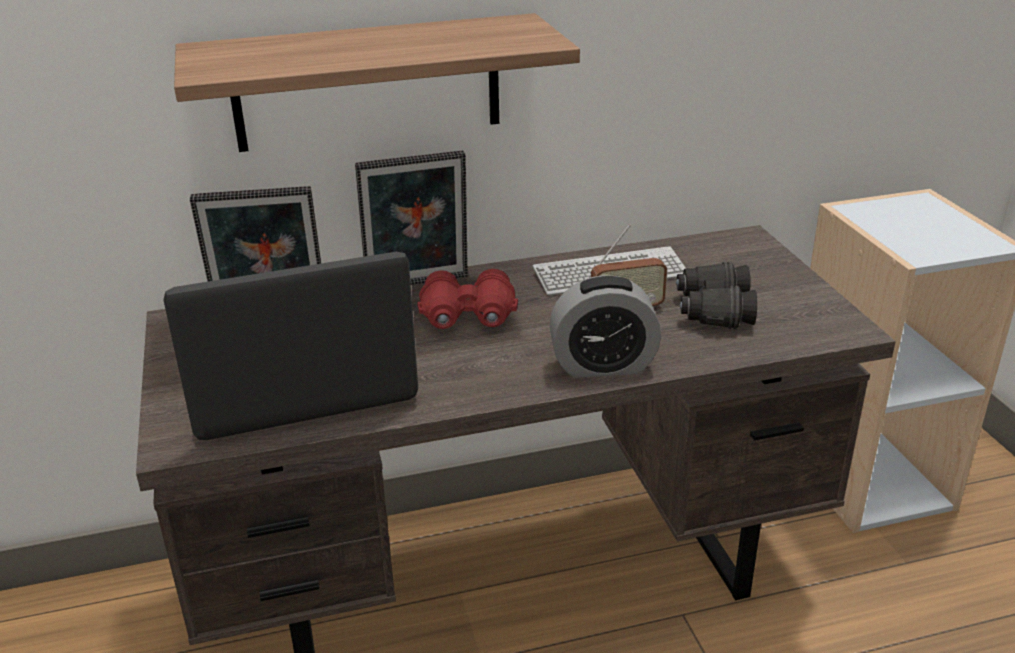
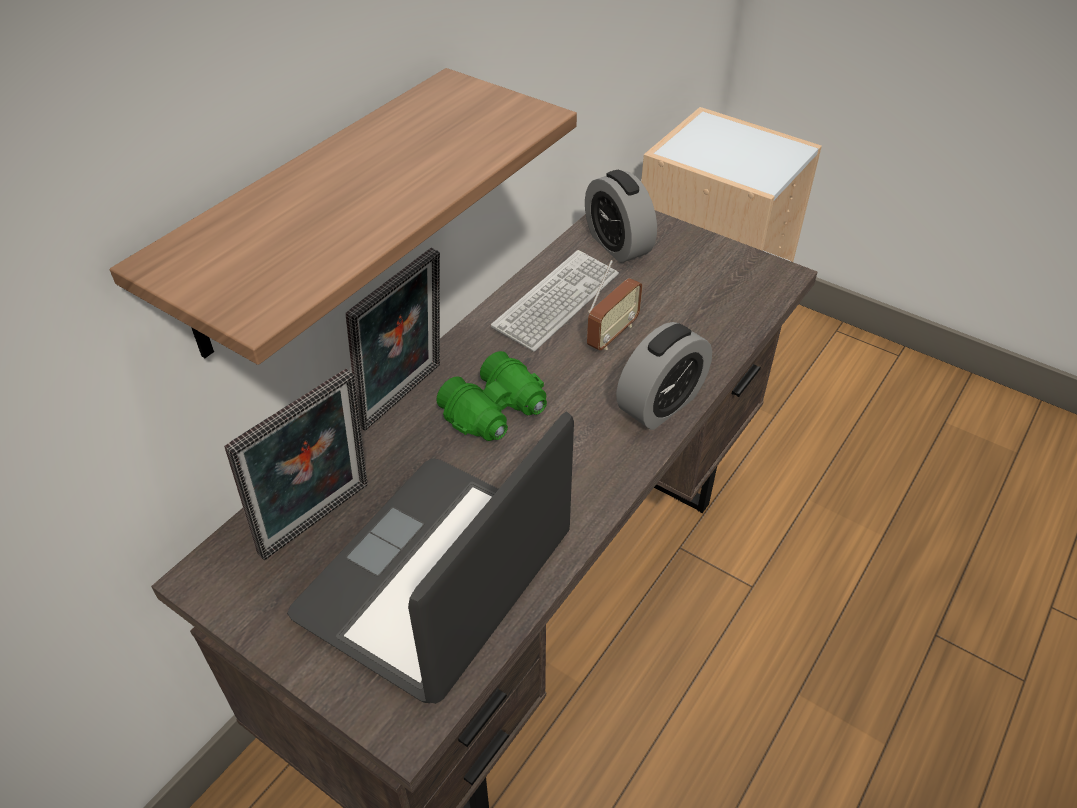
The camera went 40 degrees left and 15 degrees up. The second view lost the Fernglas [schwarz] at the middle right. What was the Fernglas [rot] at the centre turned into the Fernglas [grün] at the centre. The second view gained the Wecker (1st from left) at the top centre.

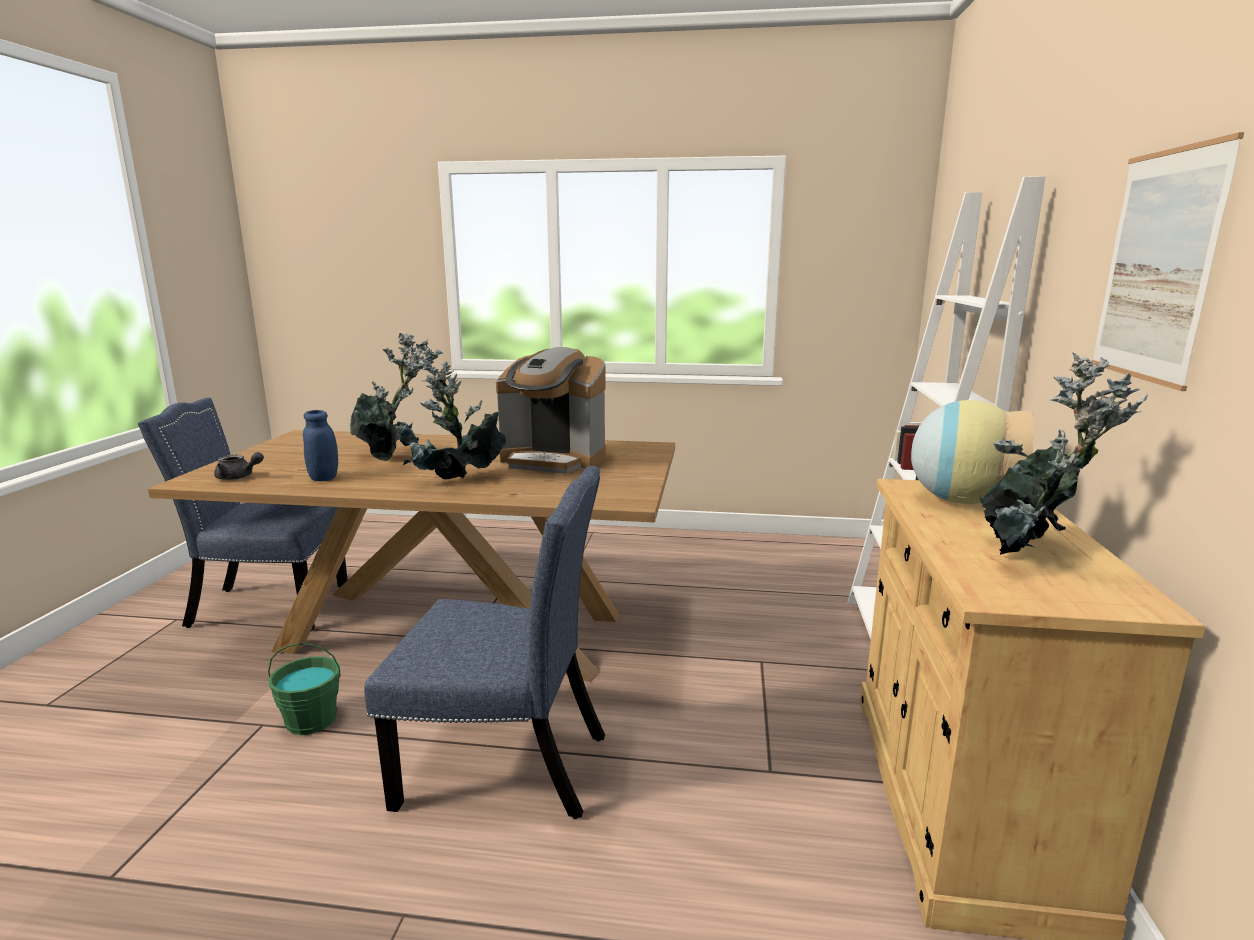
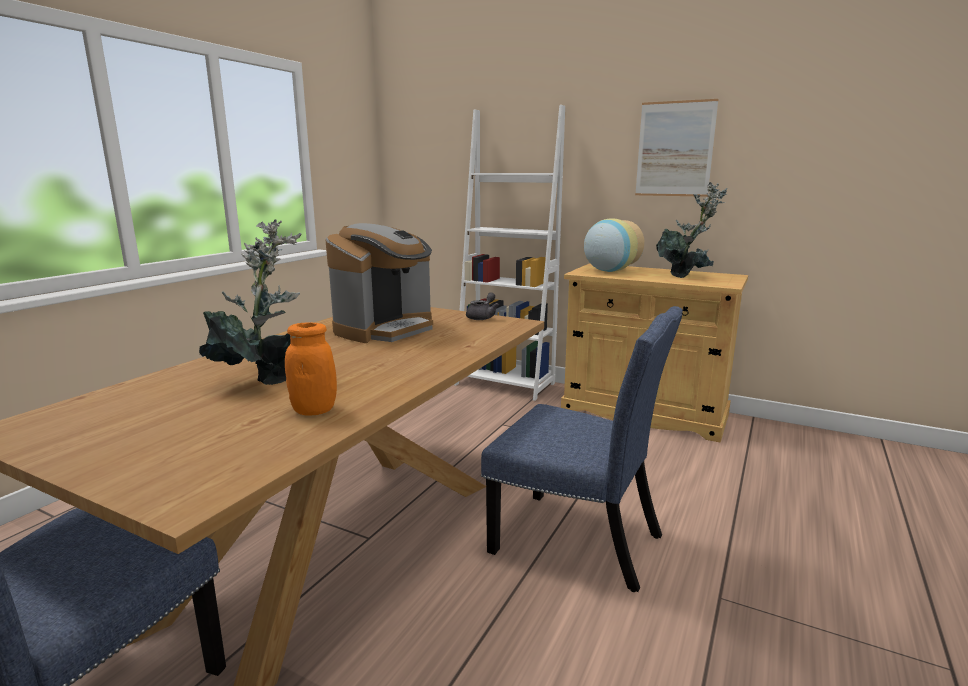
The camera went 70 degrees left and 0 degrees up. The second view lost the Topfpflanze (2nd from left) at the centre. What was the Vorratsglas [blau] at the middle left turned into the Vorratsglas [orange] at the middle left. The Teekanne [grau] ended up elsewhere, having gone from the middle left to the centre. The Stuhl [blau] (2nd from left) at the bottom centre ended up facing another way, 90 degrees clockwise from before. The second view lost the Eimer [grün] at the bottom left.

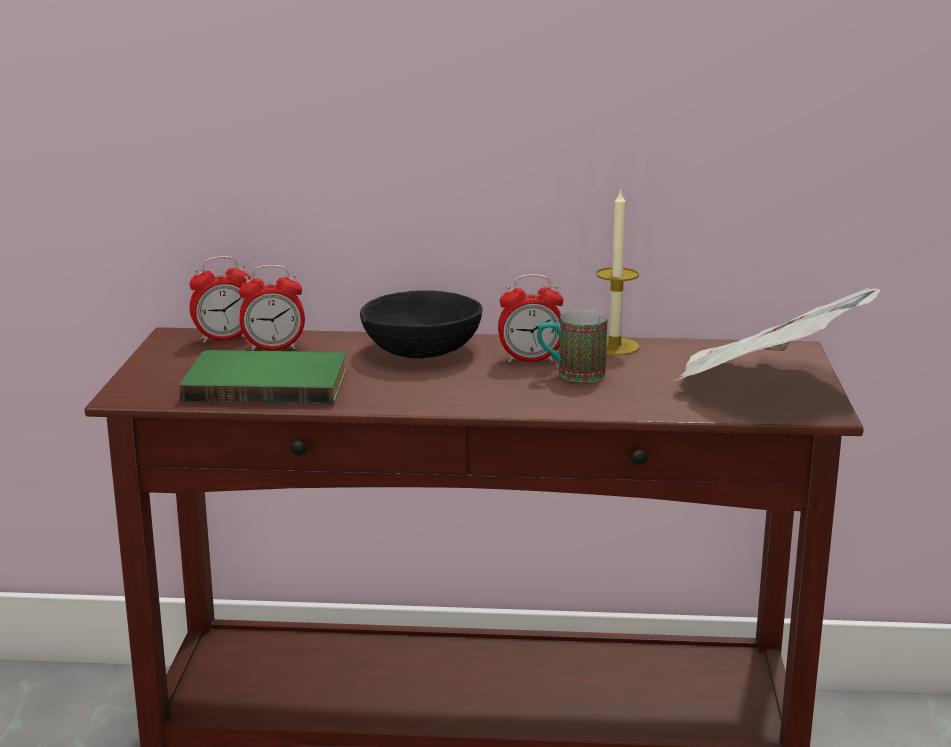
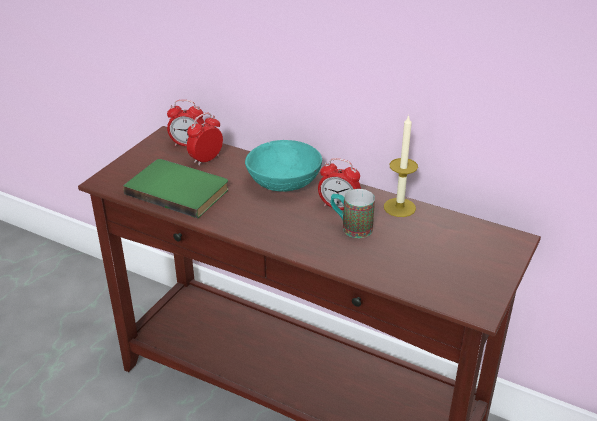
The camera went 25 degrees right and 15 degrees up. The Wecker (2nd from left) at the middle left ended up facing another way, 120 degrees clockwise from before. The second view lost the Zeitung at the middle right. What was the Schüssel [schwarz] at the centre turned into the Schüssel [türkis] at the centre.

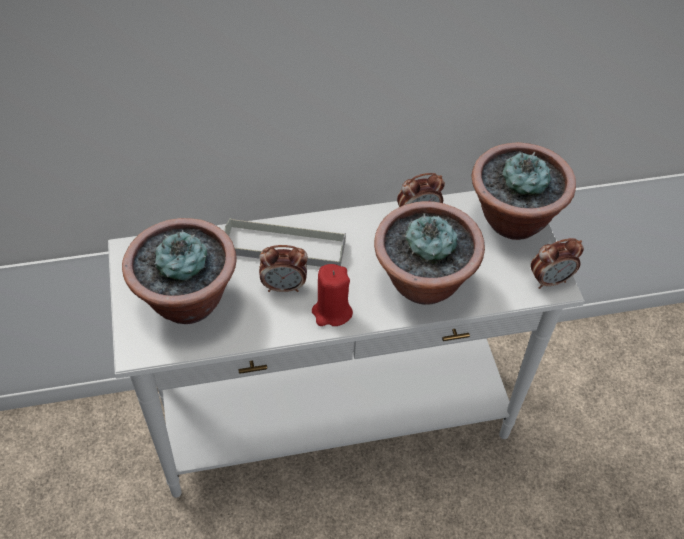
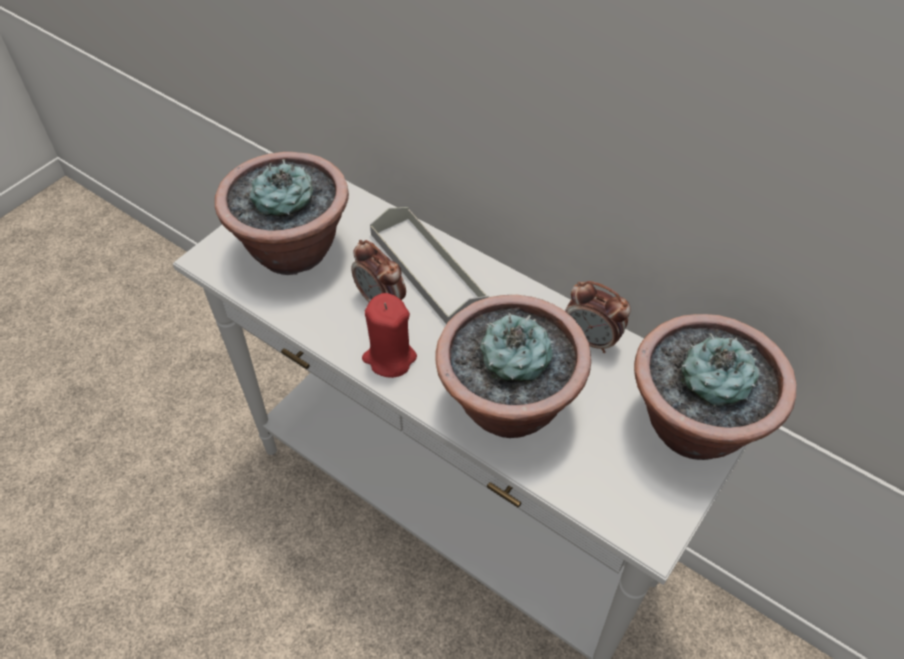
The camera went 50 degrees right and 0 degrees up. The second view lost the Wecker (3rd from left) at the middle right.

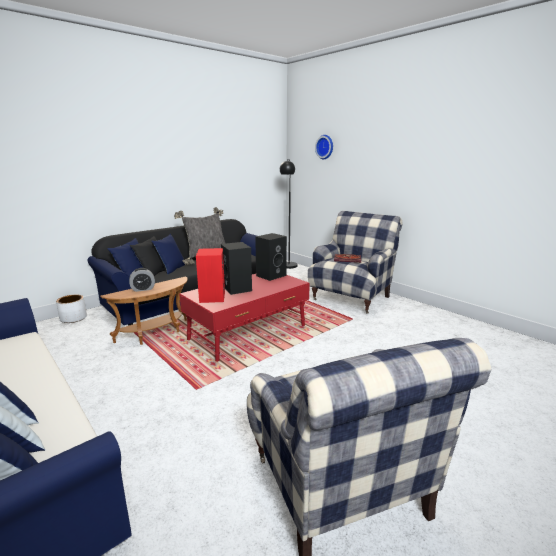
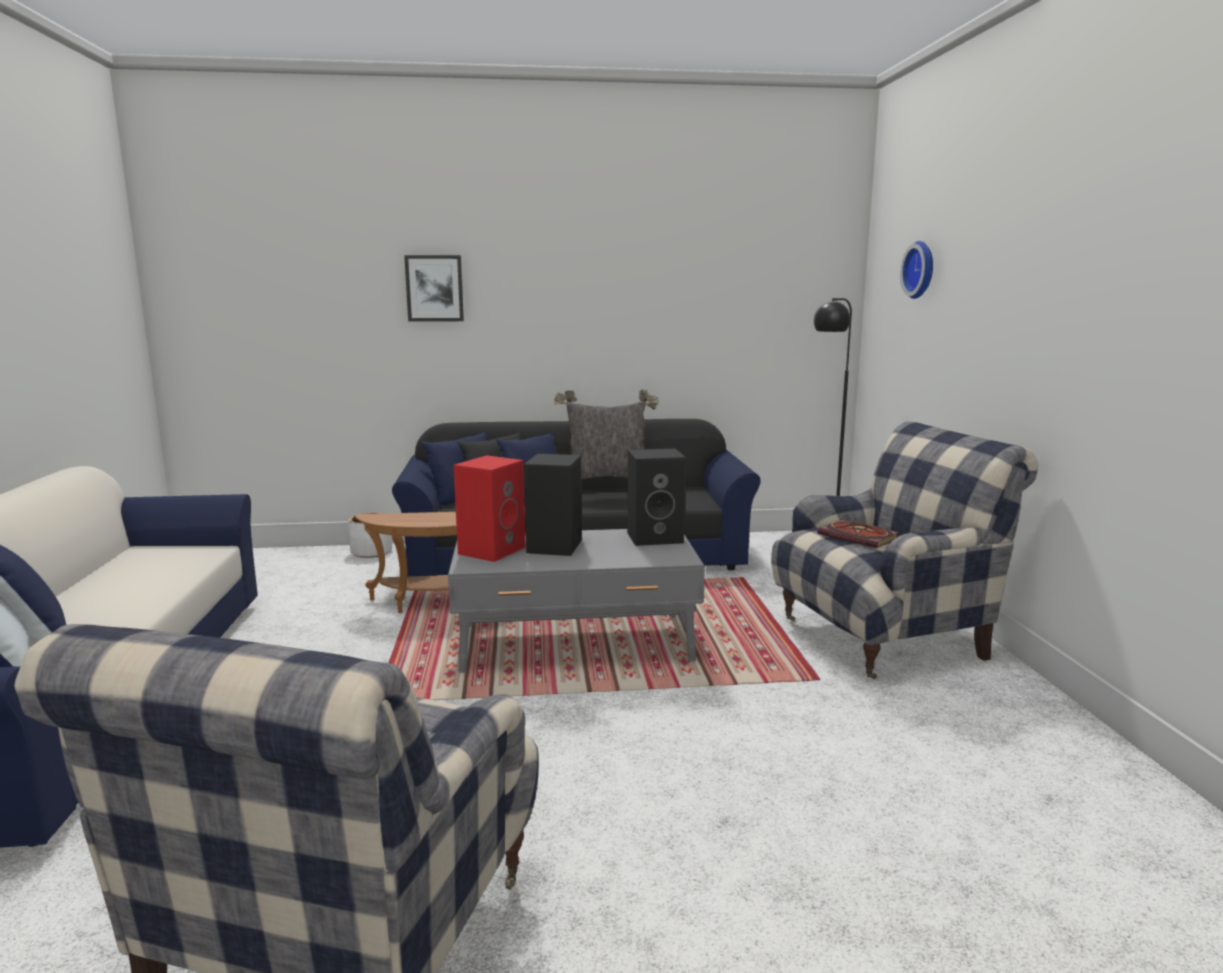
The camera went 35 degrees right and 5 degrees down. The second view lost the Wecker at the middle left. What was the Couchtisch [rot] at the centre turned into the Couchtisch [grau] at the centre. The second view gained the Bild at the top centre.

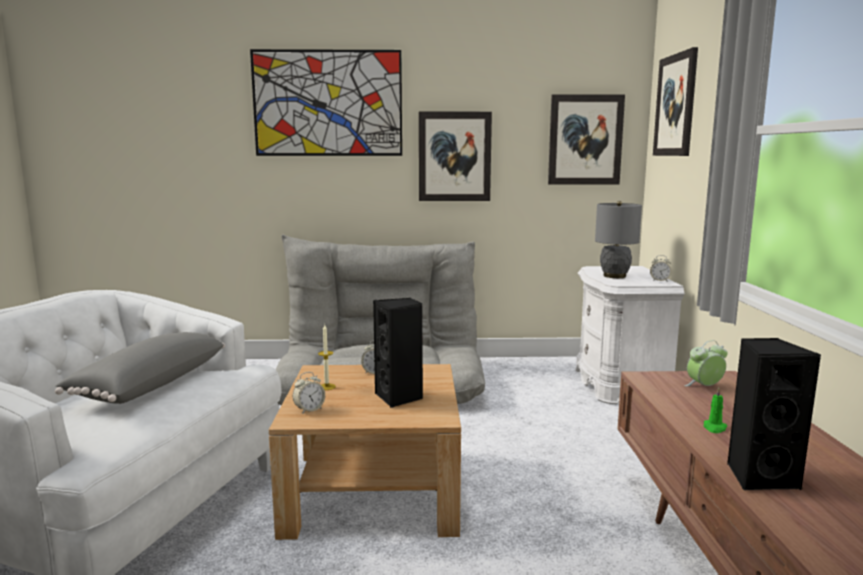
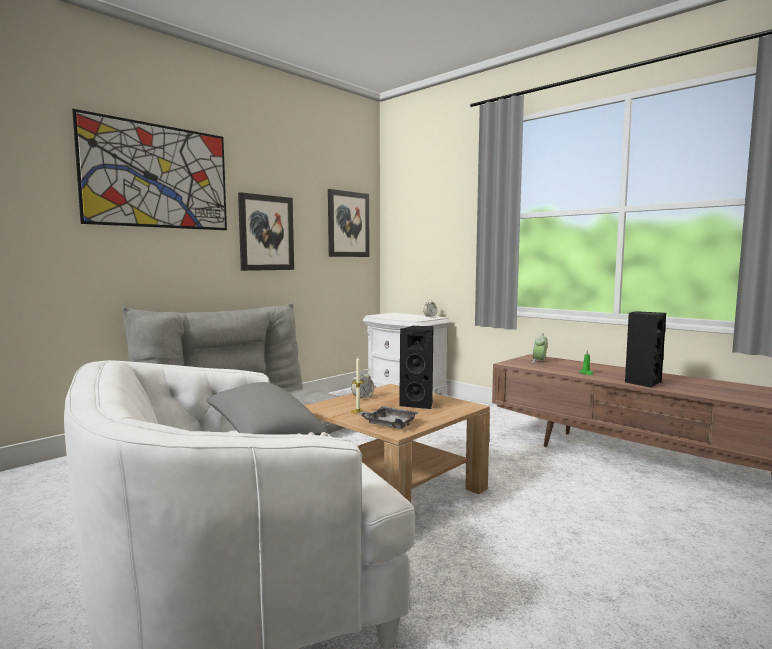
The camera went 45 degrees left and 5 degrees down. The second view lost the Bild (4th from left) at the top right. The second view lost the Tischlampe [grau] at the middle right. Where the Wecker (1st from left) stood at the bottom centre, the Tablett [grau] came to stand at the centre.

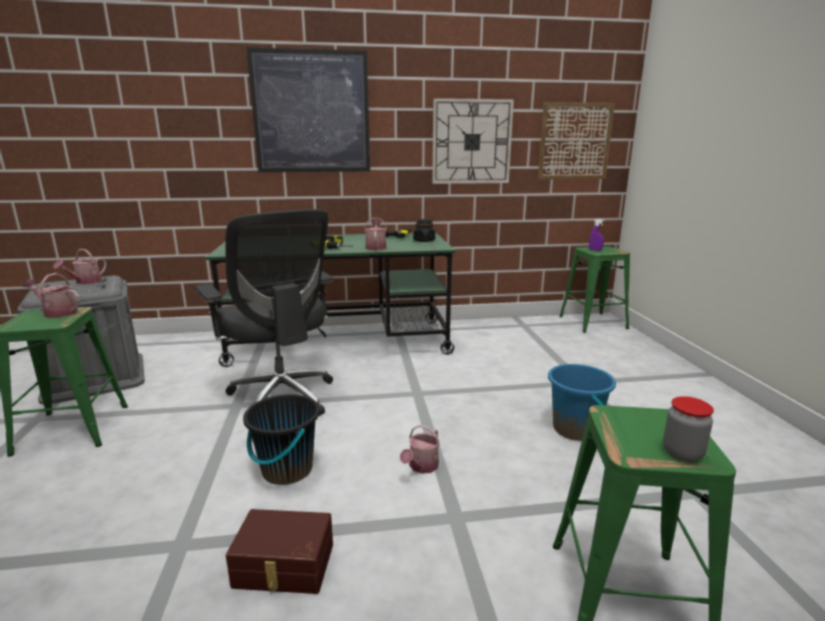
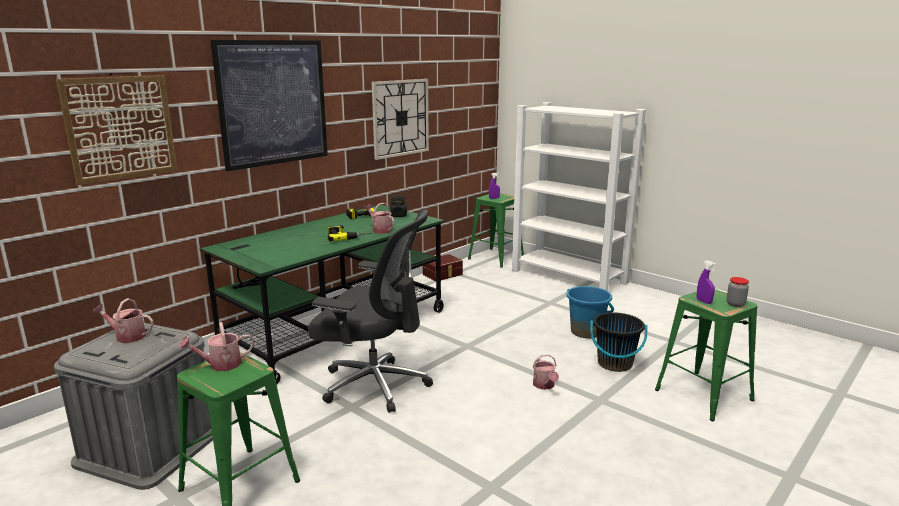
The camera went 40 degrees left and 0 degrees up. The Bild (2nd from left in the first image) ended up elsewhere, having gone from the top right to the top left. The Gießkanne (2nd from left in the first image) at the middle left ended up facing another way, 120 degrees clockwise from before. The Eimer [schwarz] ended up elsewhere, having gone from the bottom centre to the bottom right. The Aufbewahrungsbox [braun] ended up elsewhere, having gone from the bottom centre to the centre. The second view gained the Bücherregal [weiß] at the centre. The second view gained the Sprühflasche [lila] (2nd from left) at the middle right.

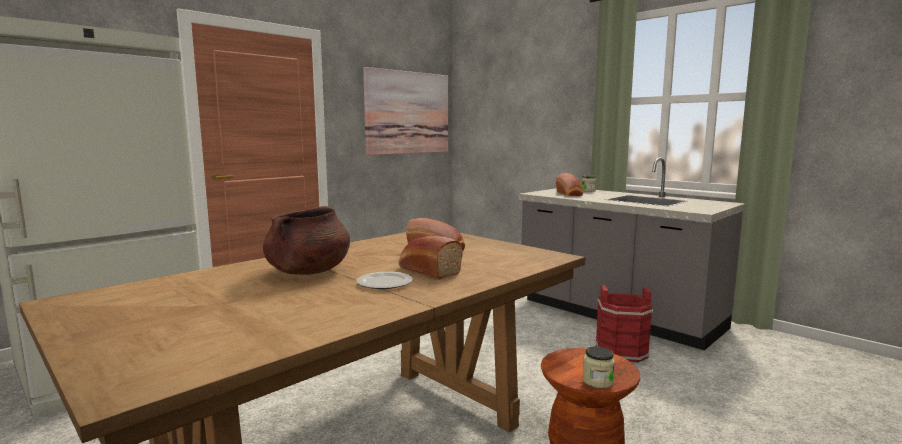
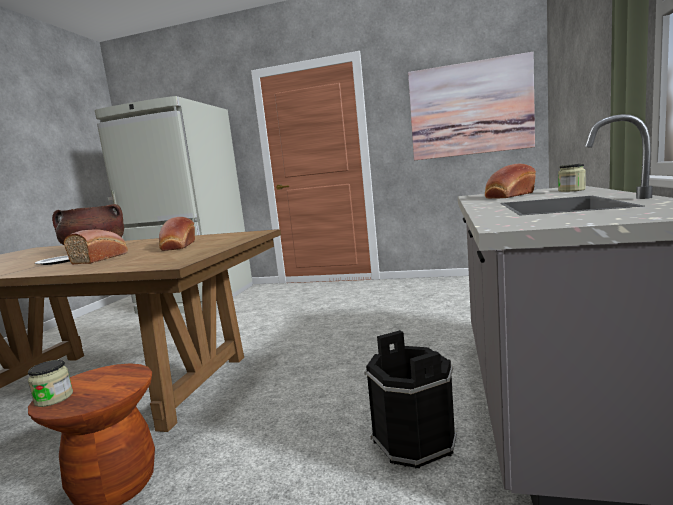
The camera went 60 degrees right and 0 degrees up. What was the Eimer [rot] at the bottom right turned into the Eimer [schwarz] at the bottom centre.

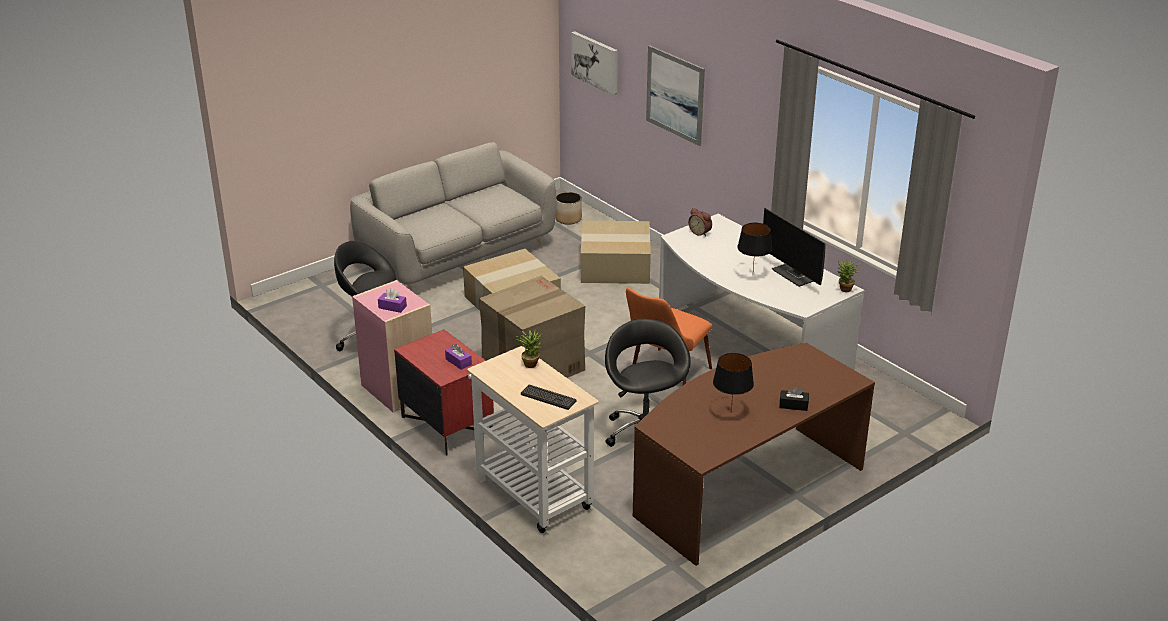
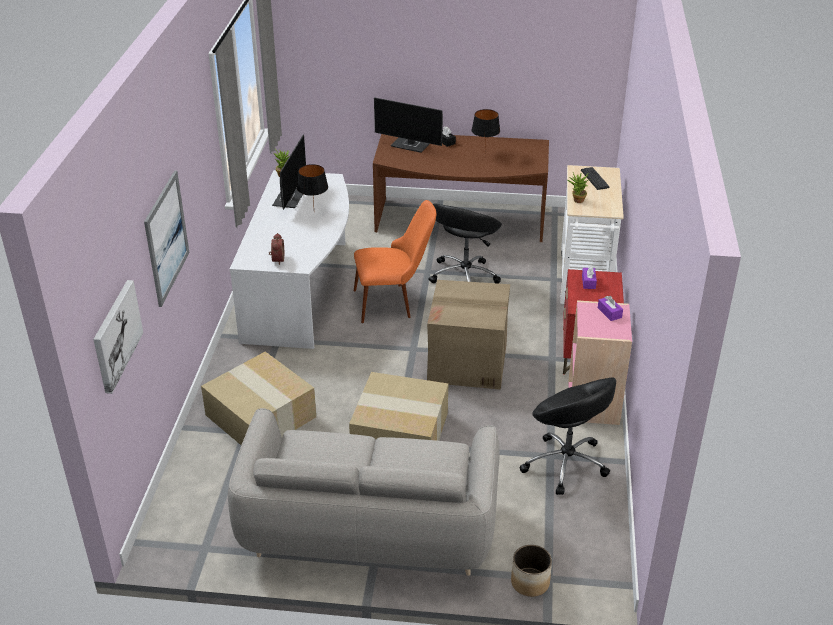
The camera went 135 degrees left and 5 degrees up. The Pflanzkübel ended up elsewhere, having gone from the centre to the bottom centre. The second view gained the Monitor (2nd from left) at the top centre.

